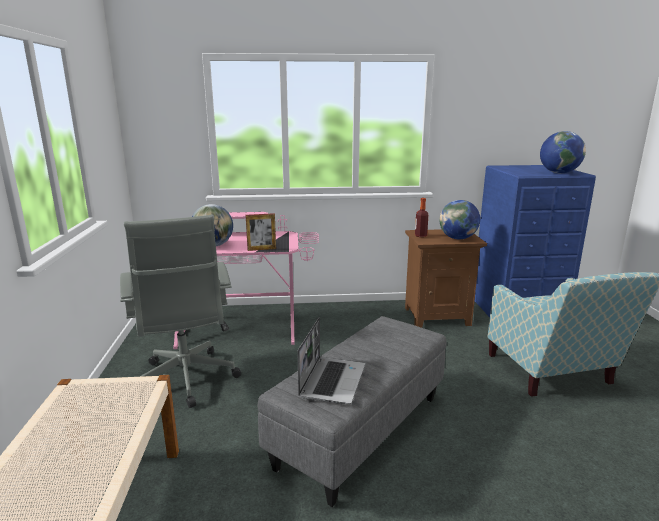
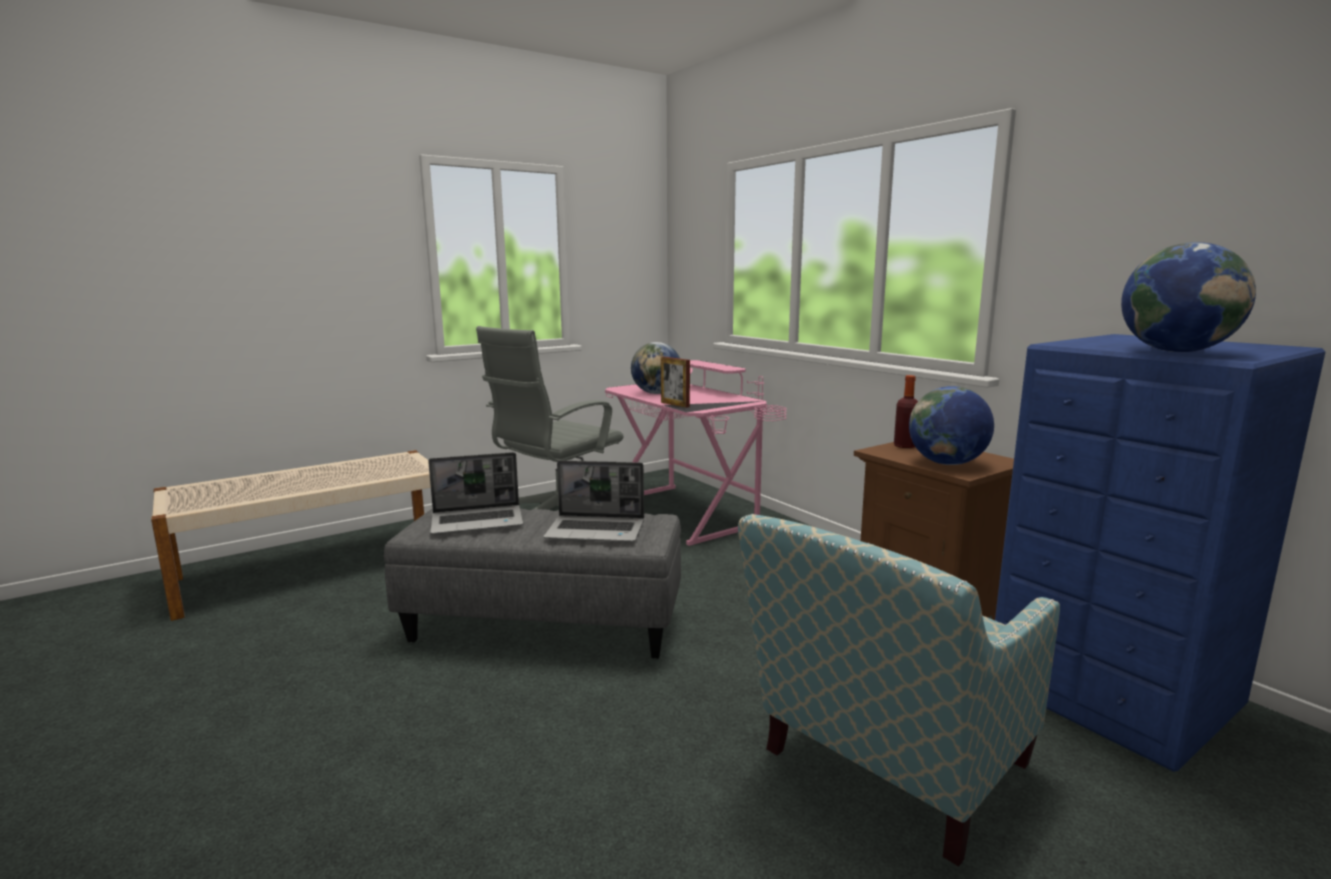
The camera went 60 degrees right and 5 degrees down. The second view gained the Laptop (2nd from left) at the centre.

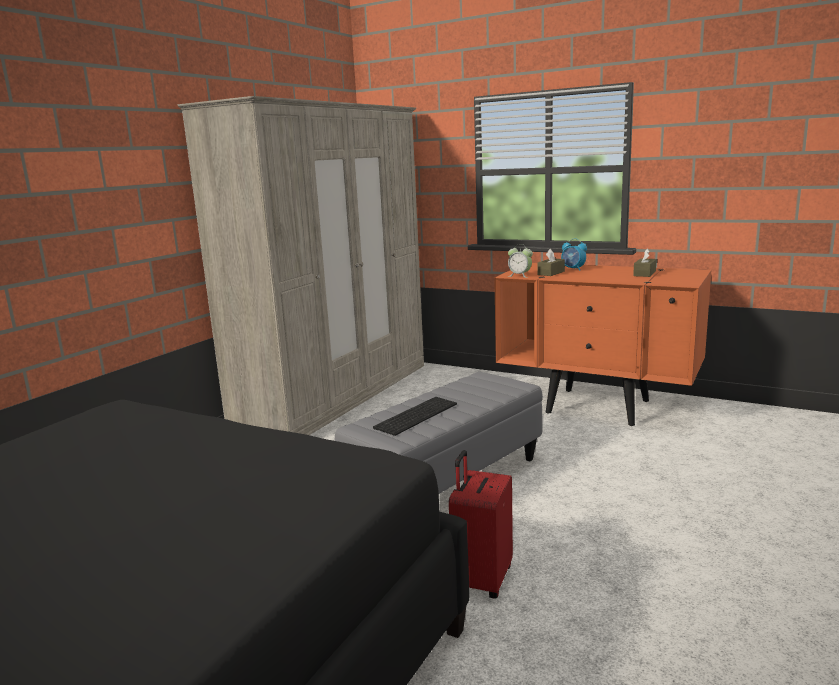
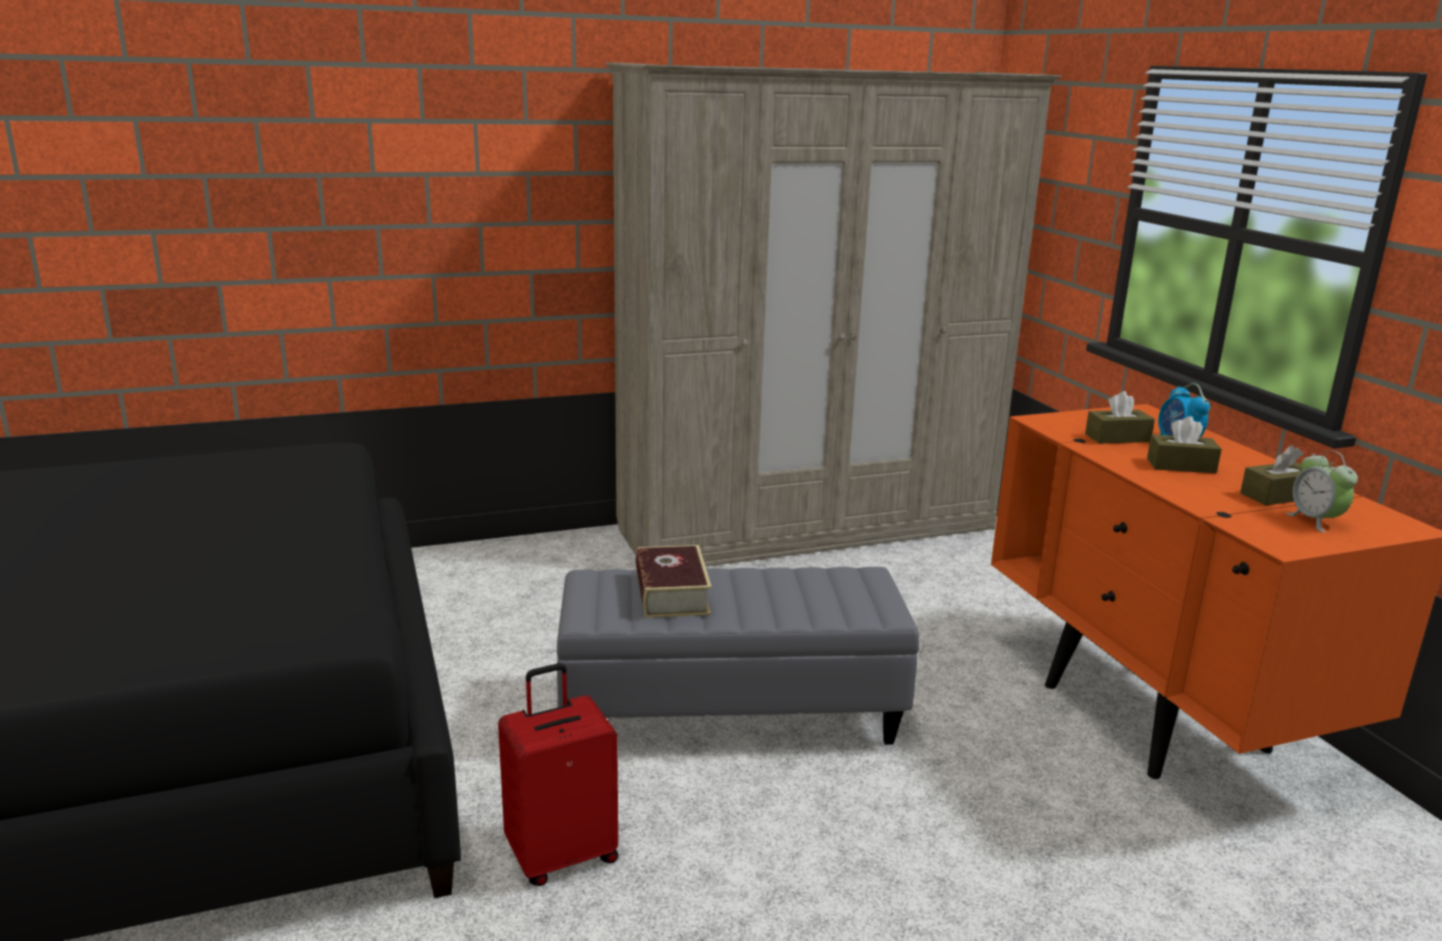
The camera went 40 degrees right and 5 degrees up. The Wecker (1st from left in the first image) ended up elsewhere, having gone from the centre to the middle right. Where the Tastatur stood at the centre, the Buch came to stand at the centre. The second view gained the Taschentuchbox [braun] (2nd from left) at the middle right.

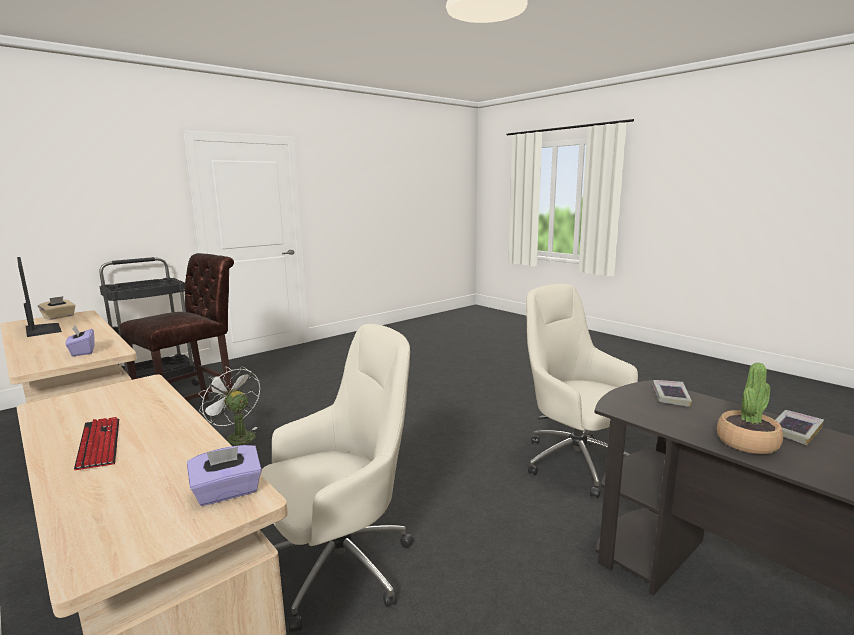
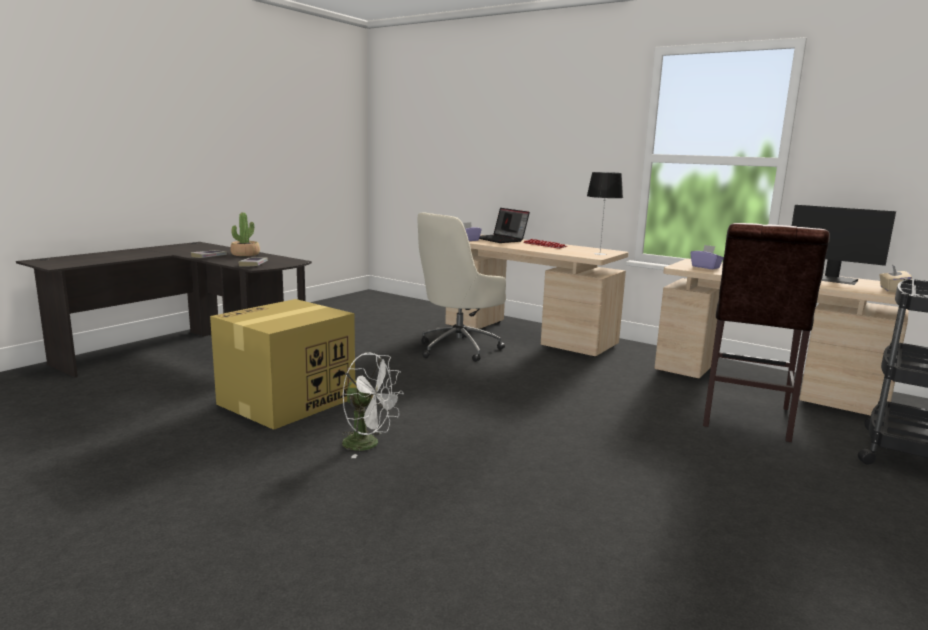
The camera went 165 degrees right and 0 degrees up. Where the Bürostuhl [beige] (2nd from left) stood at the middle right, the Karton came to stand at the middle left. The Ventilator [weiß] ended up elsewhere, having gone from the middle left to the centre. The second view gained the Tischlampe at the centre. The second view gained the Laptop at the centre.

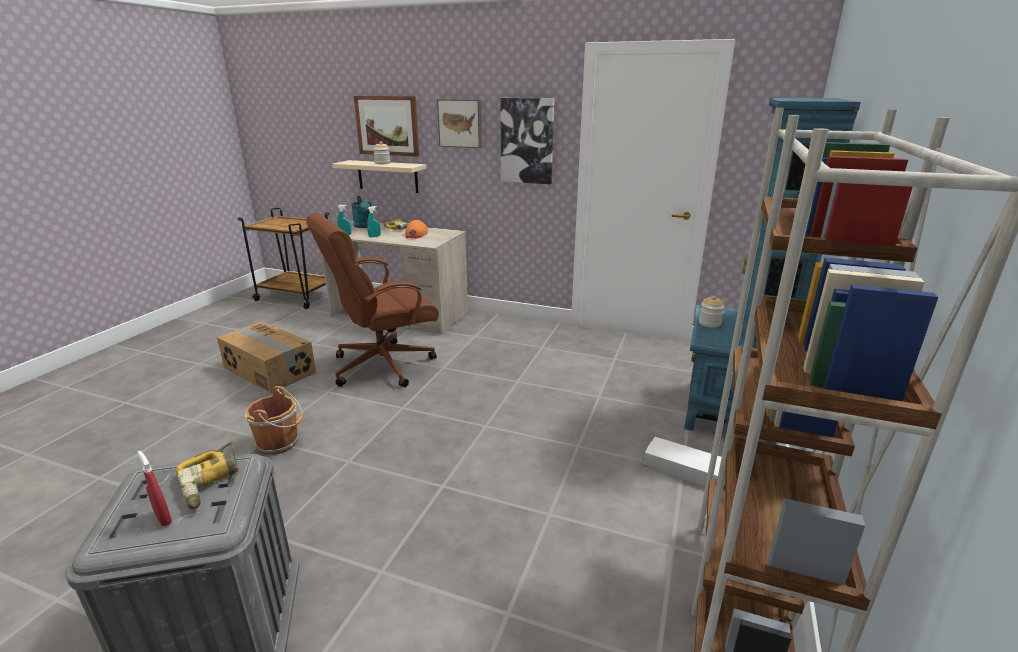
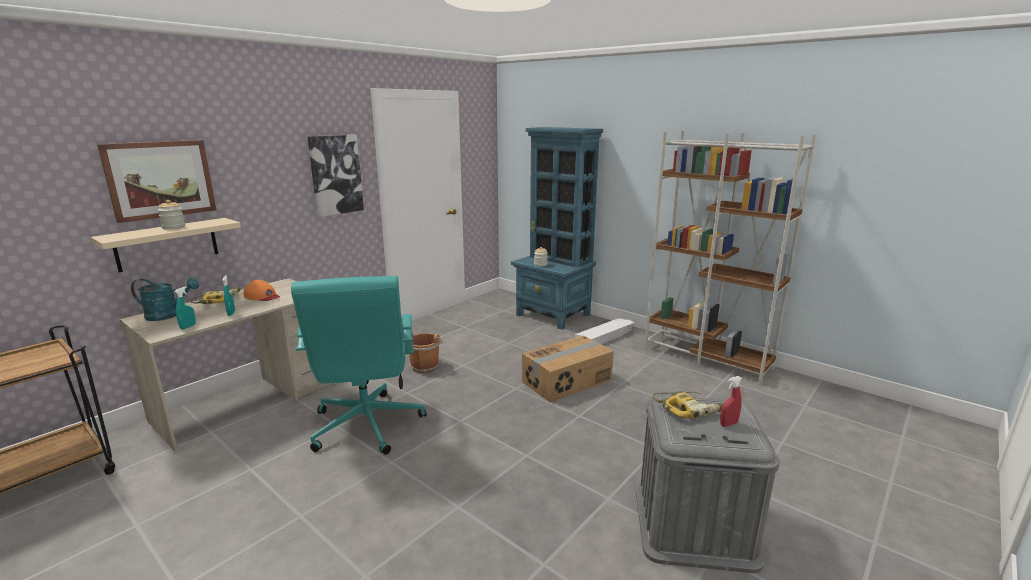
The camera went 70 degrees left and 5 degrees down. The second view lost the Bild (2nd from left) at the top centre. What was the Bürostuhl [braun] at the centre turned into the Bürostuhl [türkis] at the centre. The Karton ended up elsewhere, having gone from the middle left to the centre. The Eimer [braun] ended up elsewhere, having gone from the middle left to the centre.

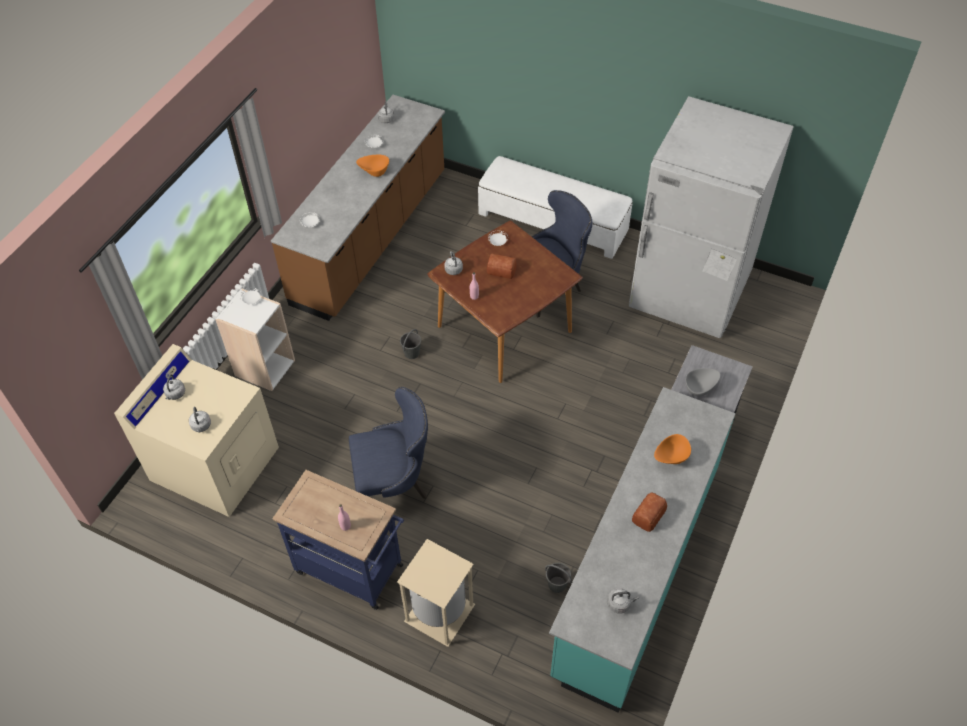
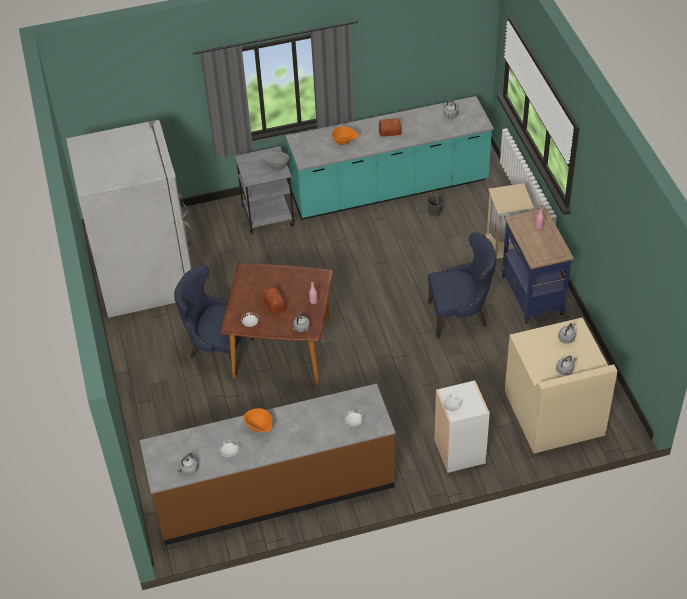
The camera went 130 degrees left and 5 degrees down. The second view lost the Bank [weiß] at the top centre. The second view lost the Eimer [grau] (1st from left) at the centre. The Stuhl [blau] (1st from left in the first image) at the centre ended up facing another way, 135 degrees clockwise from before.

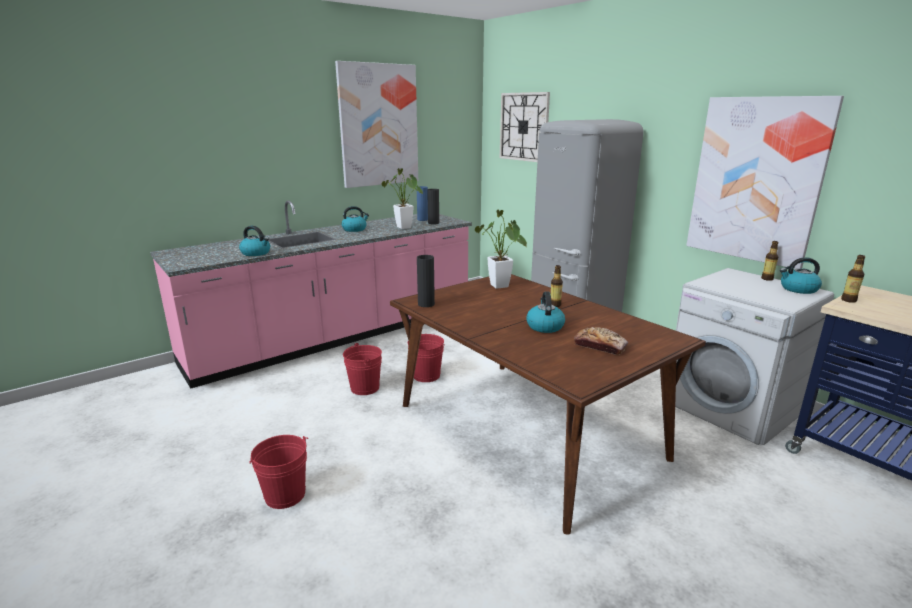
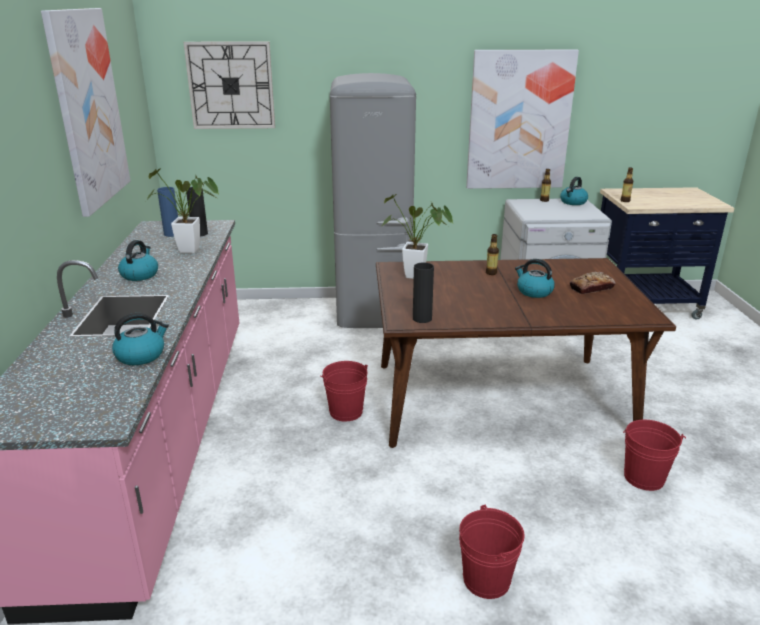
The camera went 55 degrees left and 5 degrees up. The Eimer [rot] (2nd from left in the first image) ended up elsewhere, having gone from the centre to the bottom right.

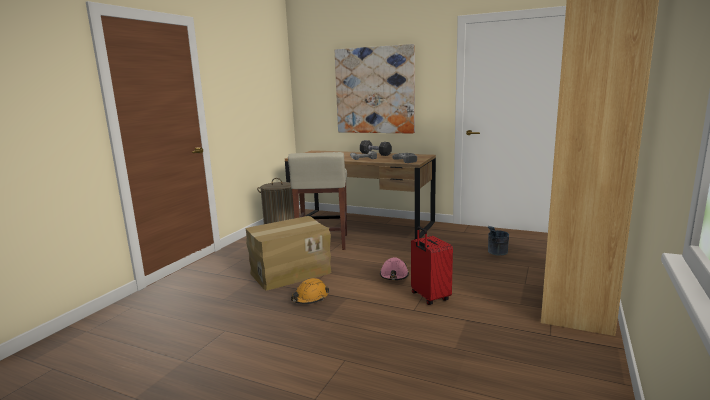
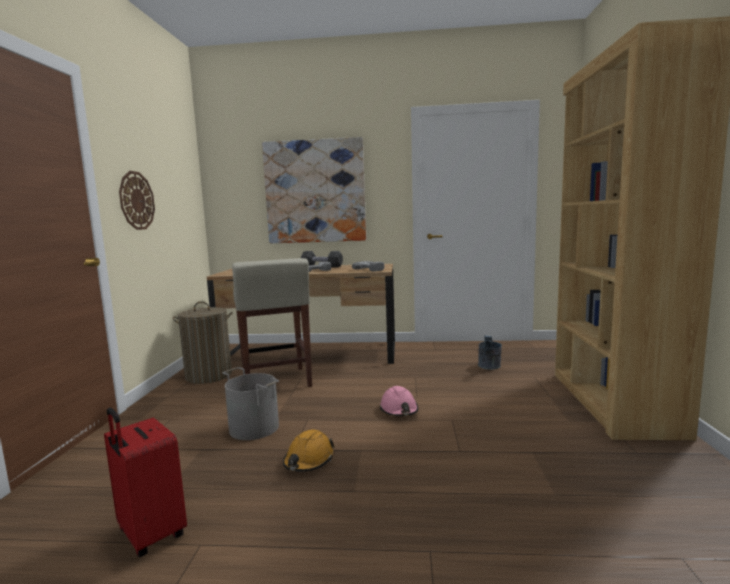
The camera went 20 degrees left and 5 degrees down. Where the Karton stood at the centre, the Eimer [grau] (1st from left) came to stand at the bottom centre. The Koffer [rot] ended up elsewhere, having gone from the centre to the bottom left. The second view gained the Wanduhr at the middle left.

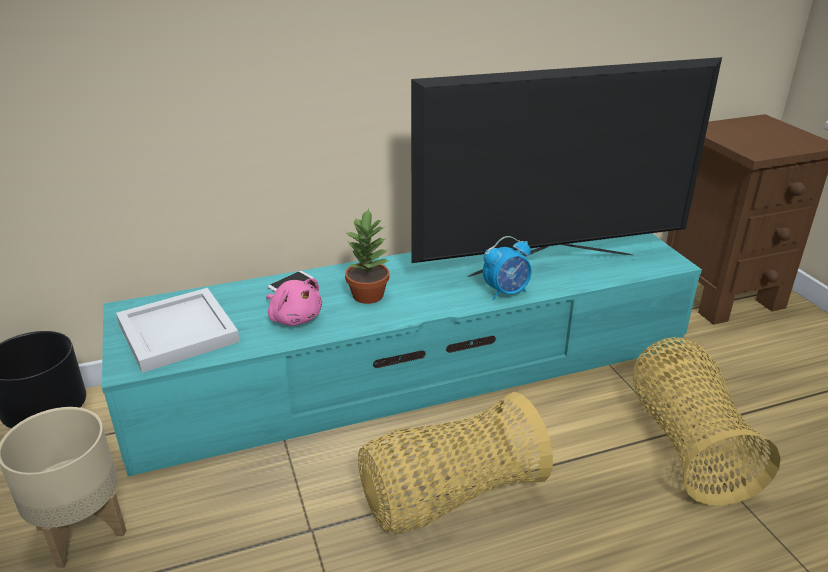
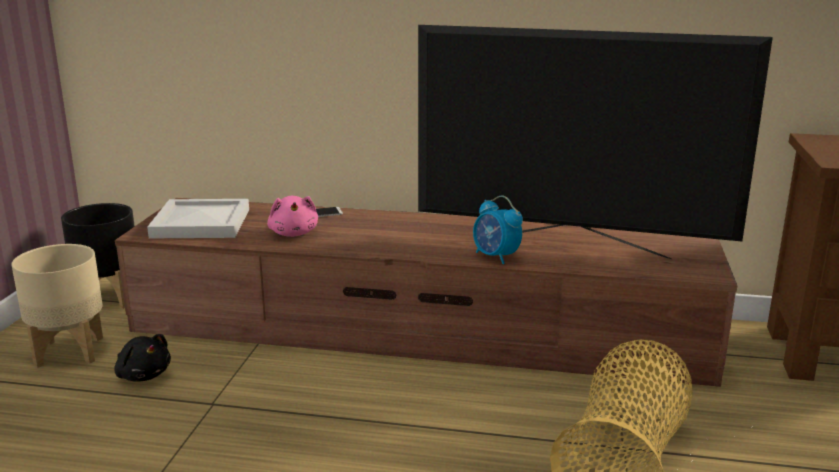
The camera went 30 degrees right and 10 degrees down. The second view lost the Topfpflanze at the centre. What was the Fernsehschrank [türkis] at the centre turned into the Fernsehschrank [braun] at the centre. The Wecker at the centre ended up facing another way, 45 degrees clockwise from before. The second view lost the Korb (1st from left) at the bottom centre. The second view gained the Plüschtier [schwarz] at the bottom left.

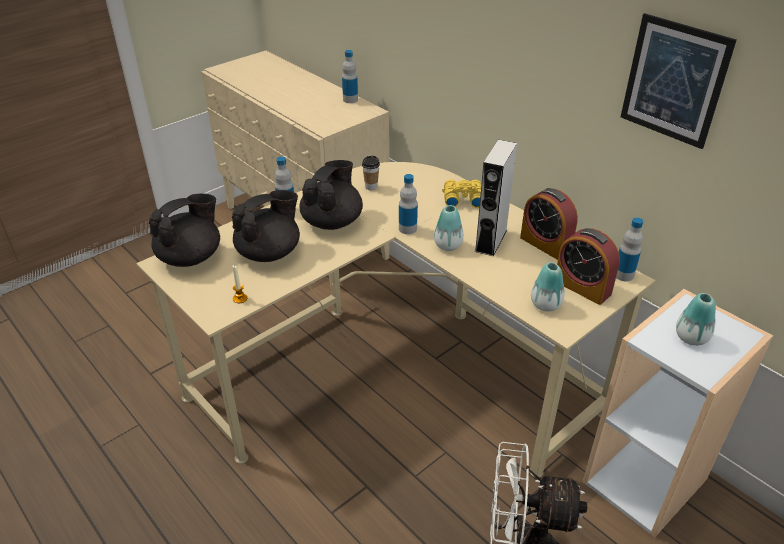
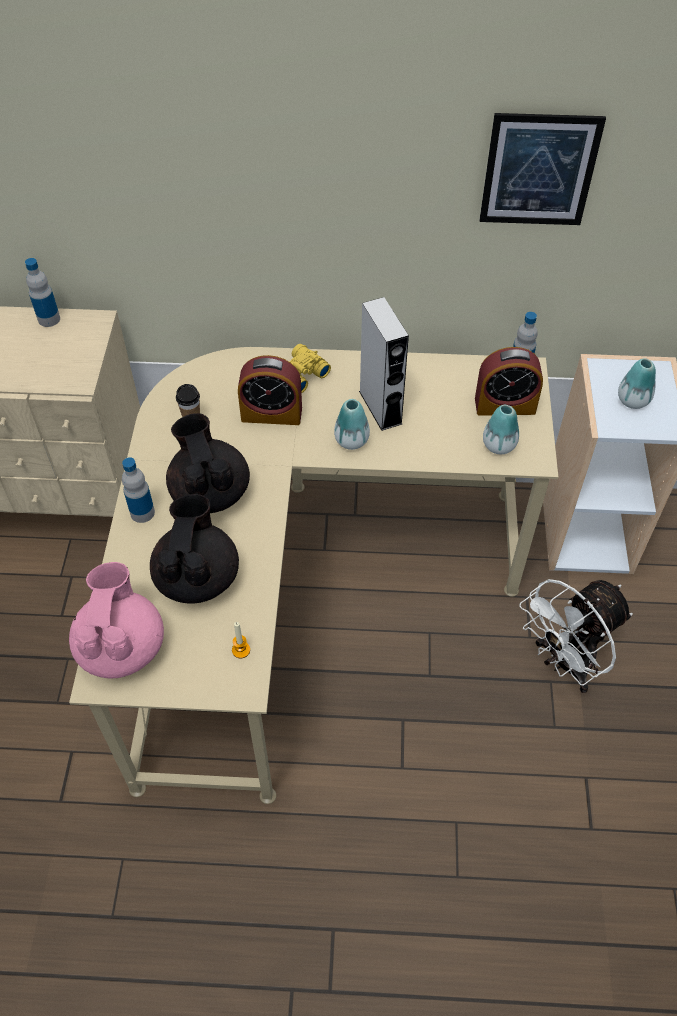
The camera went 45 degrees left and 15 degrees up. The second view lost the Flasche (3rd from left) at the centre. The Wecker (1st from left) ended up elsewhere, having gone from the middle right to the centre. What was the Teekanne [schwarz] (1st from left) at the middle left turned into the Teekanne [rosa] at the middle left.

